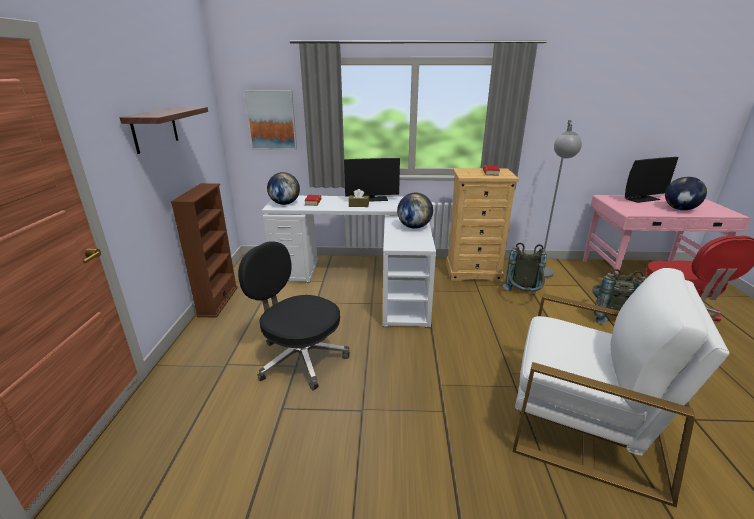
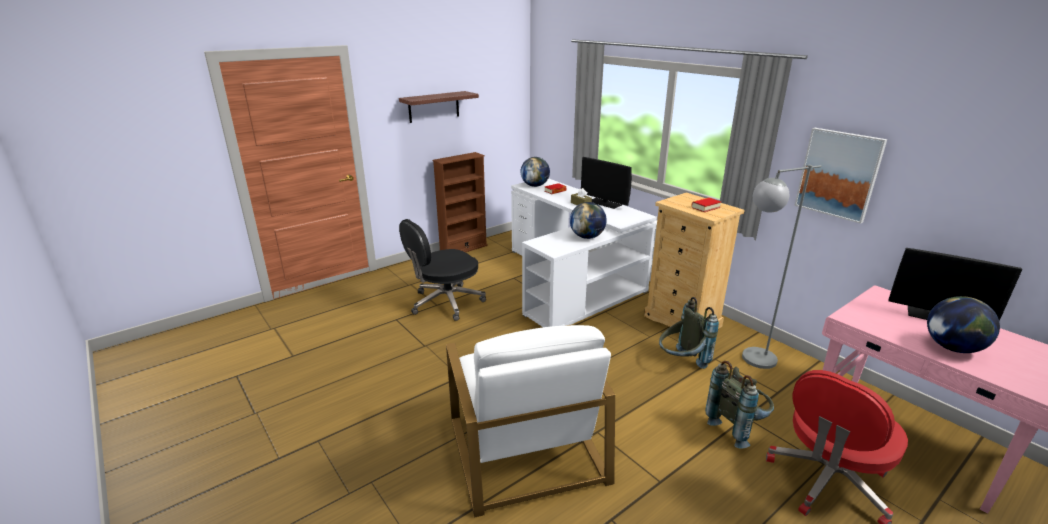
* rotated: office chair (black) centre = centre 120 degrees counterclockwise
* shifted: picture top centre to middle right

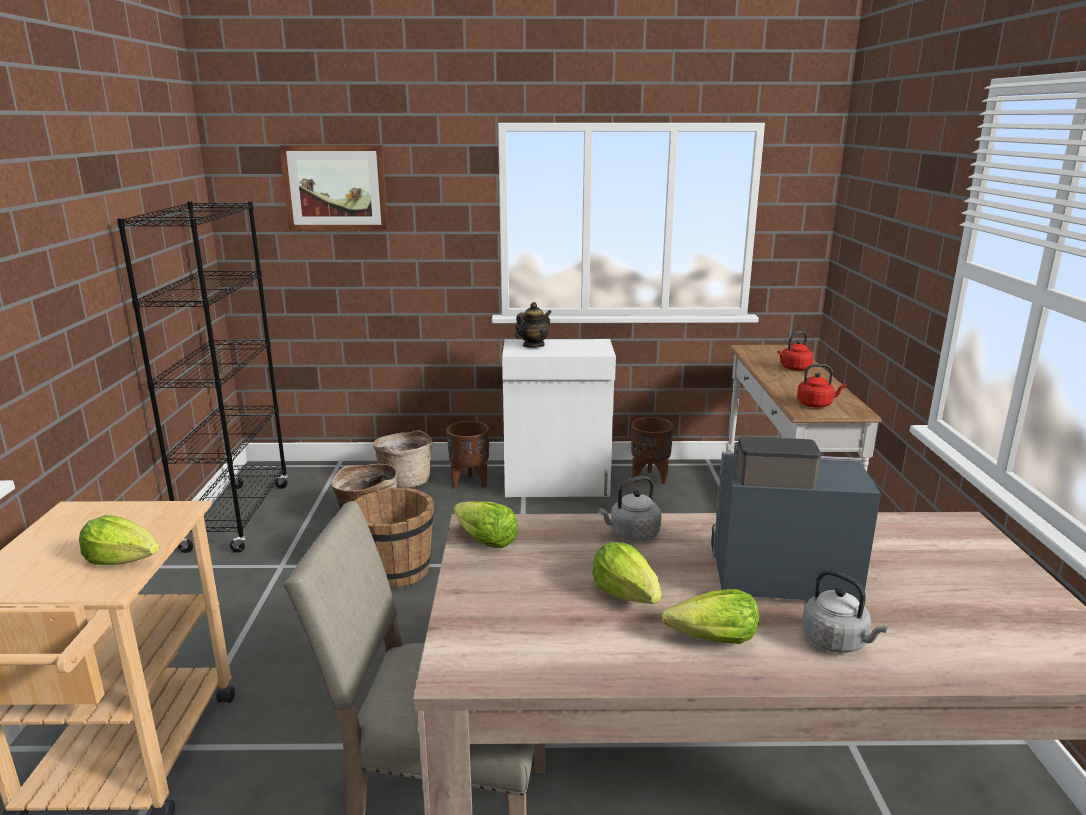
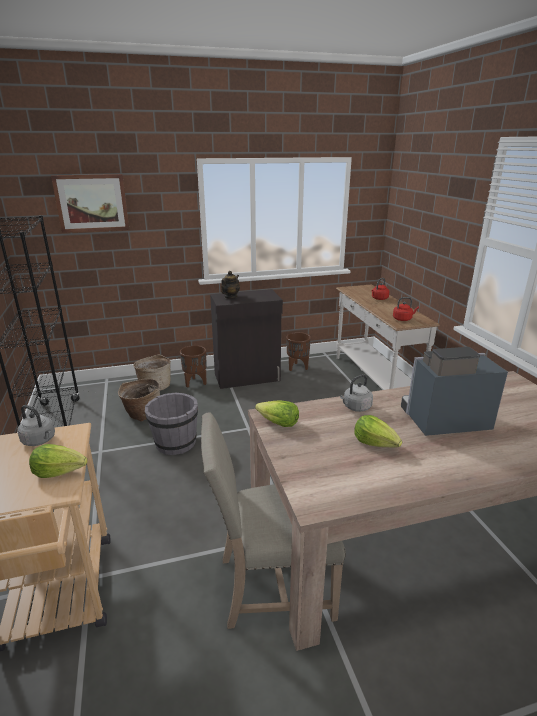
* repainted: bucket (brown) centre to bucket (grey) middle left
* repainted: cabinet (white) centre to cabinet (black) centre
* gone: lettuce (no. 4 from left) bottom centre
* shifted: kettle (grey) (no. 2 from left in the first image) bottom right to kettle (grey) (no. 1 from left) middle left

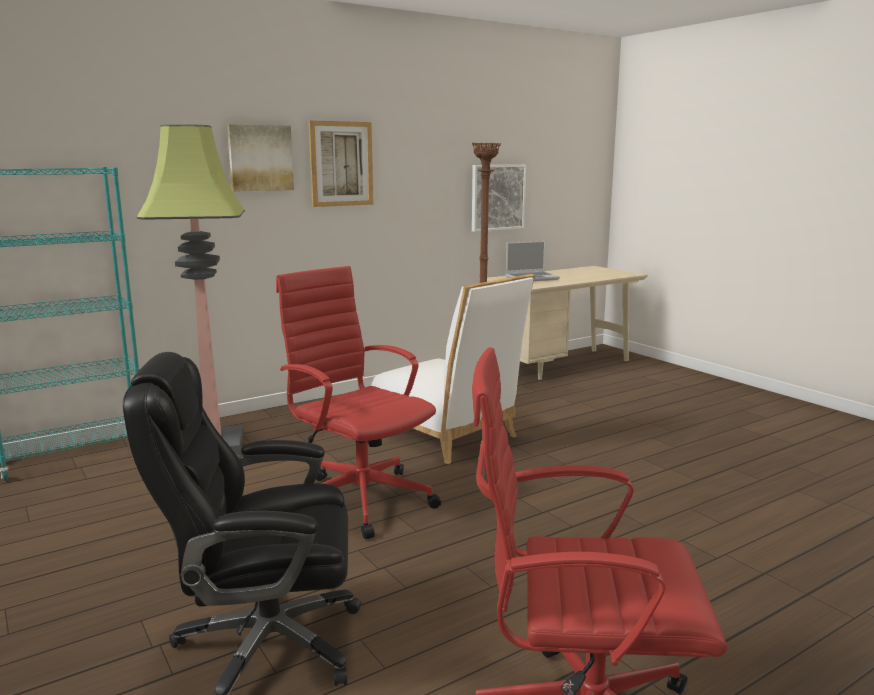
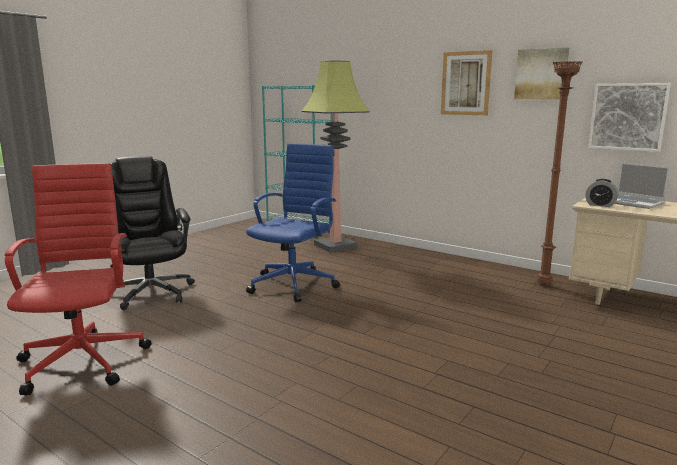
* shifted: picture (no. 1 from left in the first image) top left to picture (no. 2 from left) top right
* repainted: office chair (red) (no. 1 from left) centre to office chair (blue) centre
* gone: chair (white) centre
* new: alarm clock middle right

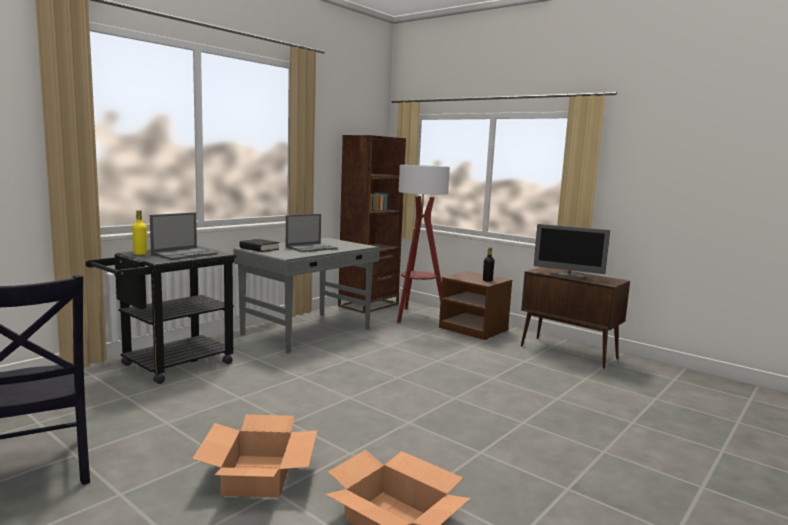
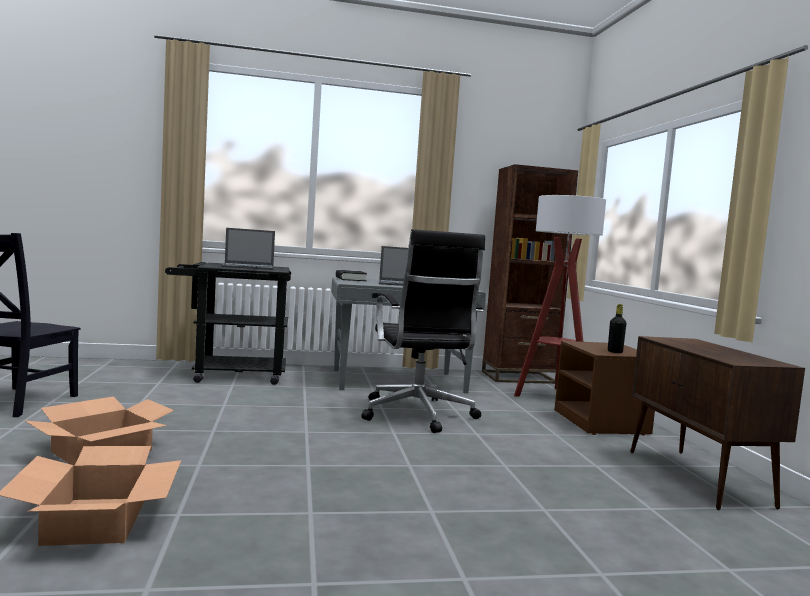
* gone: bottle (yellow) middle left
* gone: monitor middle right
* new: office chair (black) centre

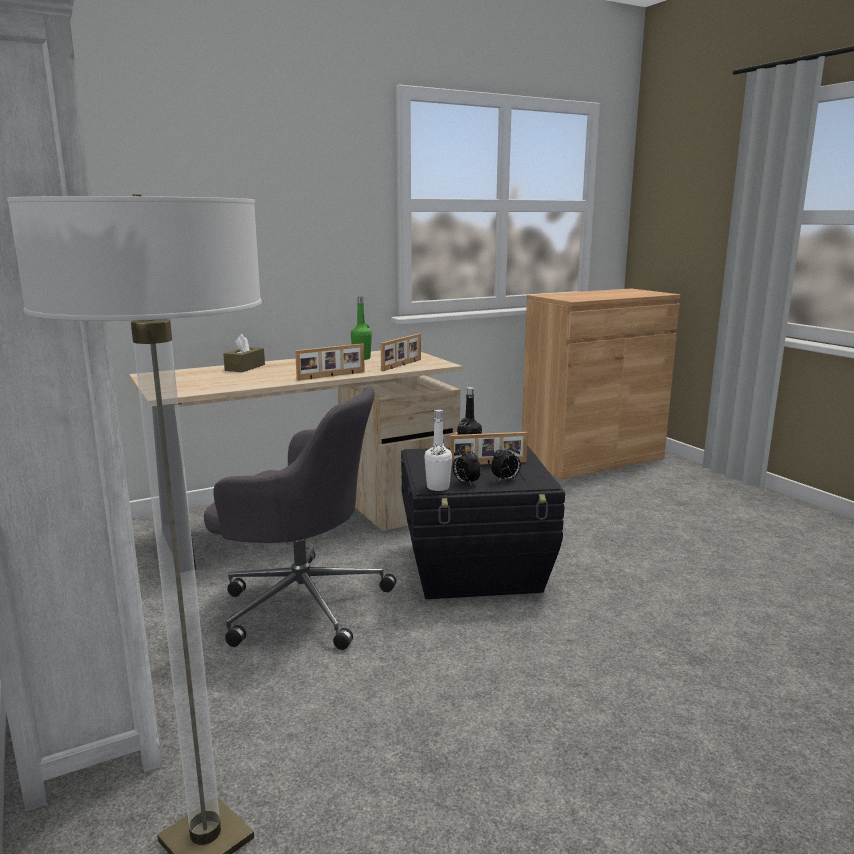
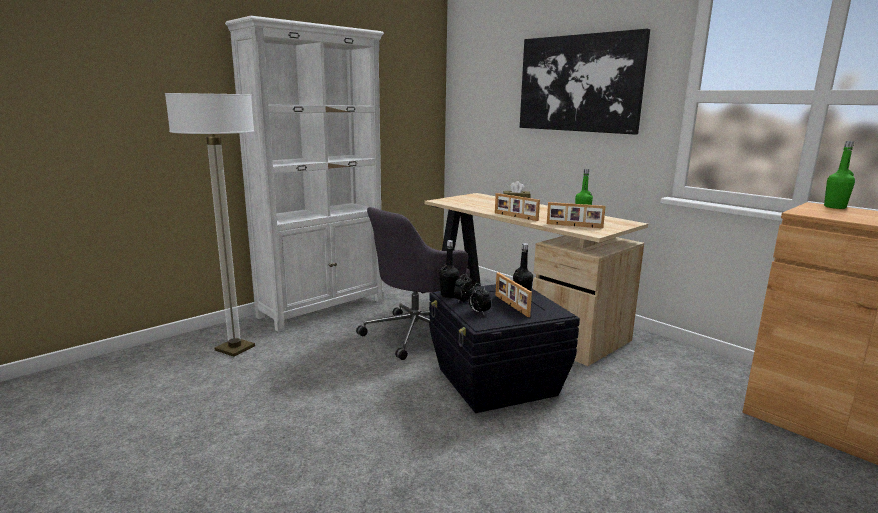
* rotated: office chair (grey) centre = centre 45 degrees clockwise
* repainted: bottle (white) centre to bottle (black) (no. 1 from left) centre
* new: picture top centre
* new: bottle (green) (no. 2 from left) middle right

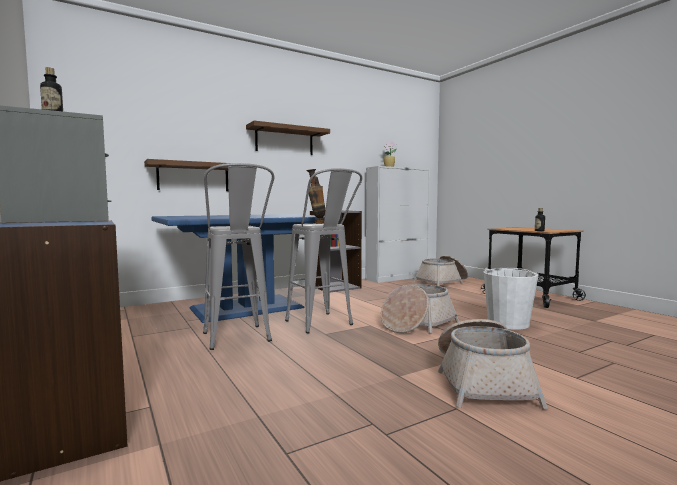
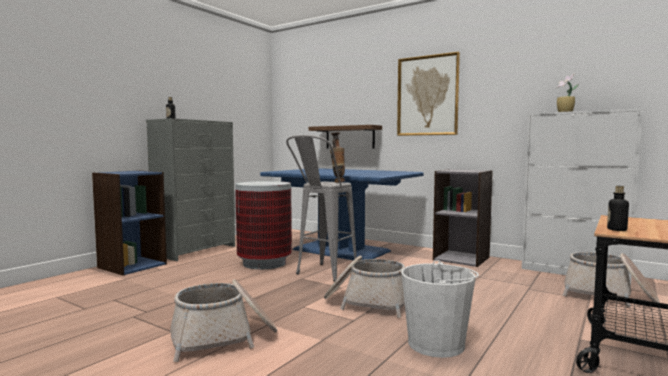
* swapped: stool (grey) (no. 1 from left) centre to trash can centre
* swapped: shelf (no. 2 from left) top centre to picture top centre

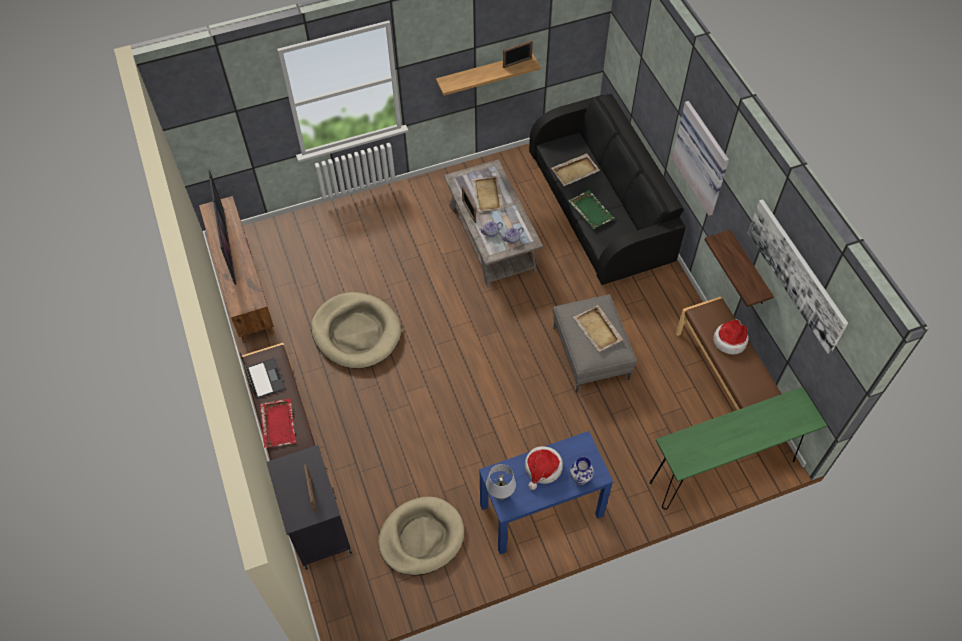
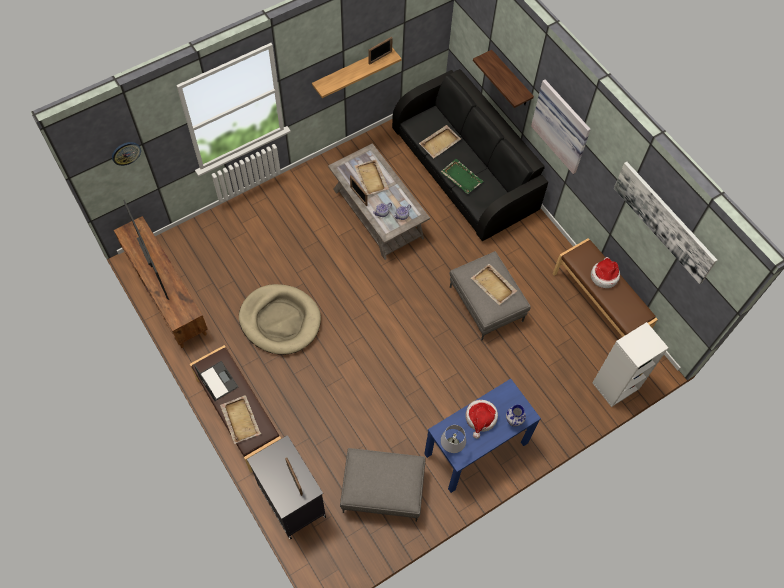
* repainted: tray (red) middle left to tray (beige) (no. 1 from left) bottom left
* swapped: dog bed (beige) (no. 2 from left) bottom centre to ottoman (grey) (no. 1 from left) bottom centre
* swapped: console table (green) bottom right to bookcase (white) middle right
* shifted: shelf (no. 2 from left) middle right to top centre
* new: wall clock top left

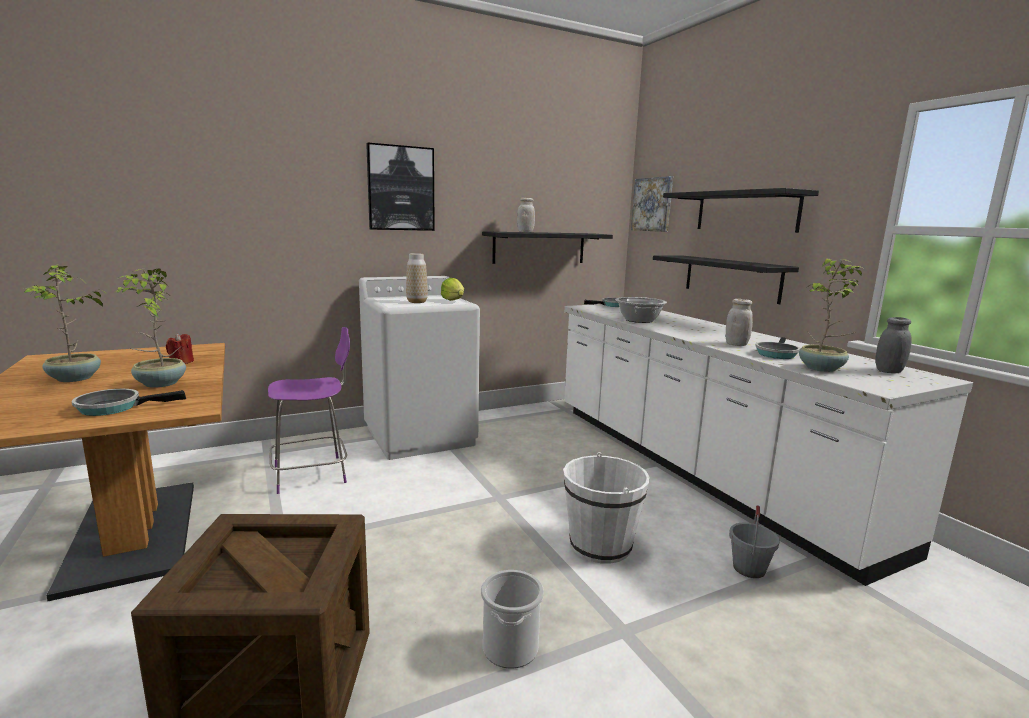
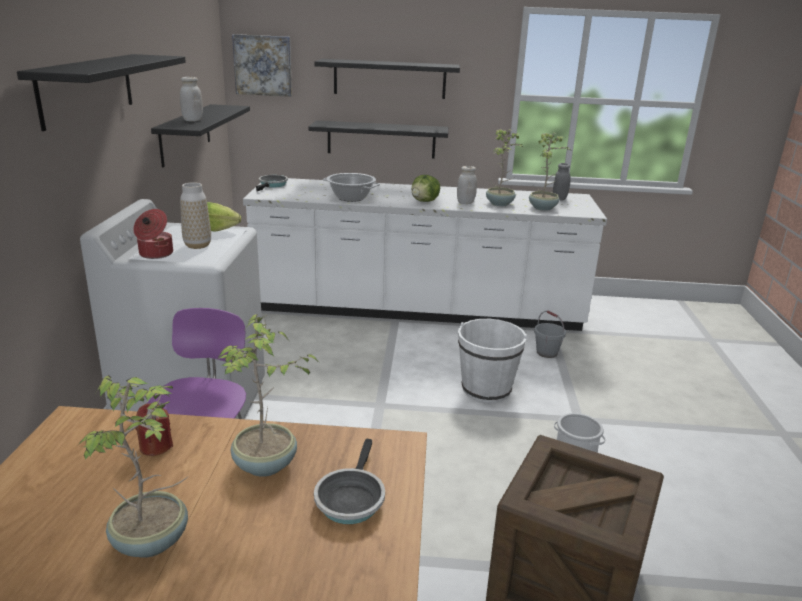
* swapped: picture (no. 1 from left) top centre to shelf (black) (no. 1 from left) top left
* swapped: frying pan (no. 3 from left) middle right to potted plant (no. 3 from left) top centre
* new: cooking pot (no. 1 from left) middle left
* new: lettuce (no. 2 from left) top centre

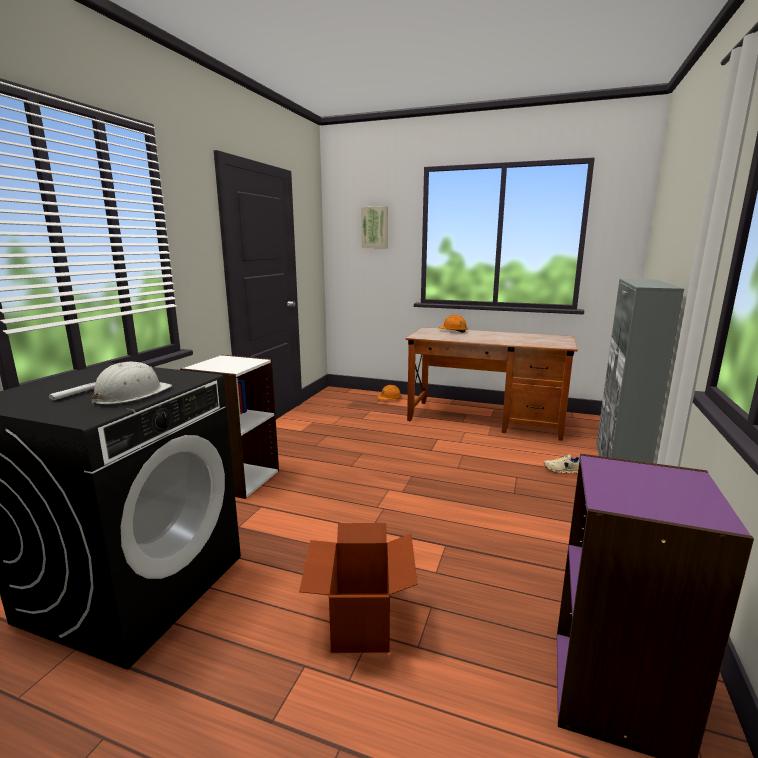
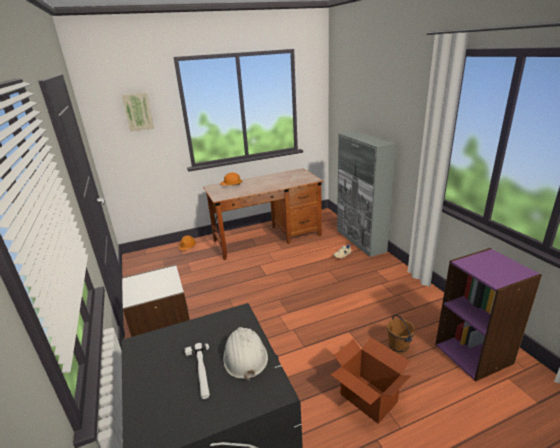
* new: bucket (brown) bottom right

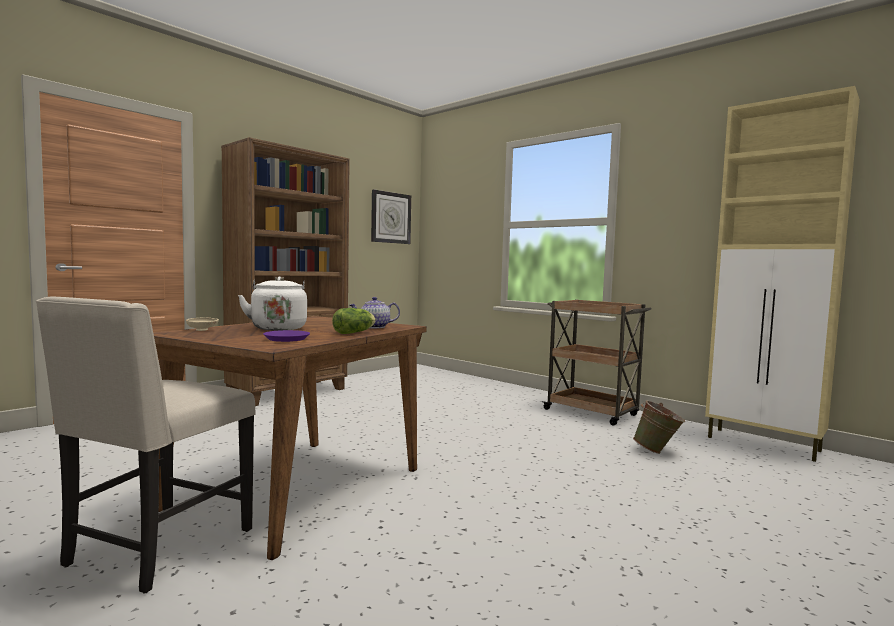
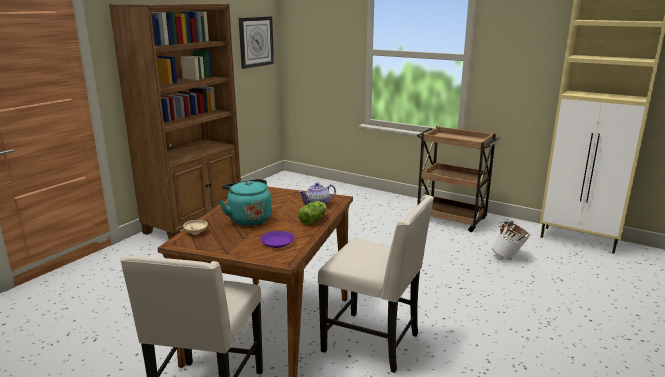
* repainted: kettle (white) middle left to kettle (turquoise) centre
* repainted: bucket (green) bottom right to bucket (white) middle right
* new: chair (beige) (no. 2 from left) bottom centre

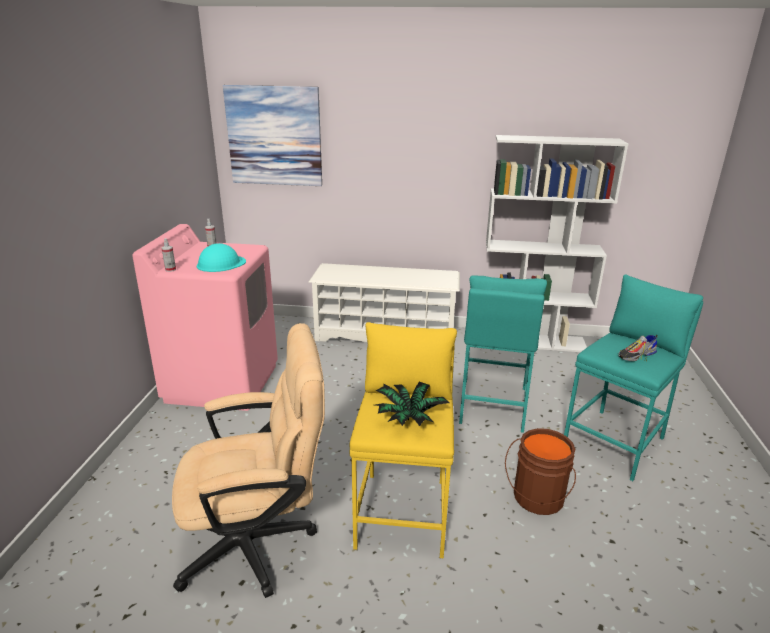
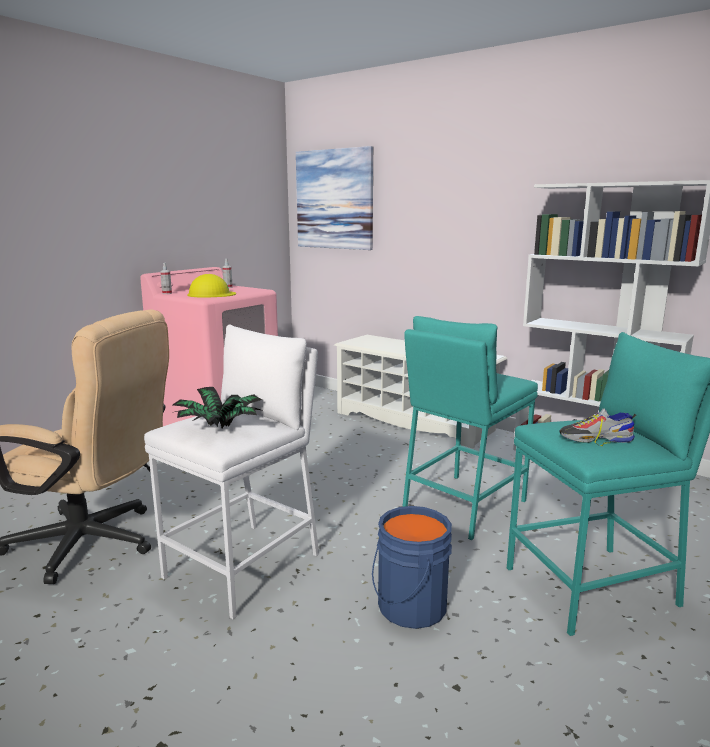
* repainted: hard hat (turquoise) middle left to hard hat (yellow) middle left
* repainted: stool (yellow) bottom centre to stool (white) middle left
* repainted: bucket (brown) bottom right to bucket (blue) bottom centre

